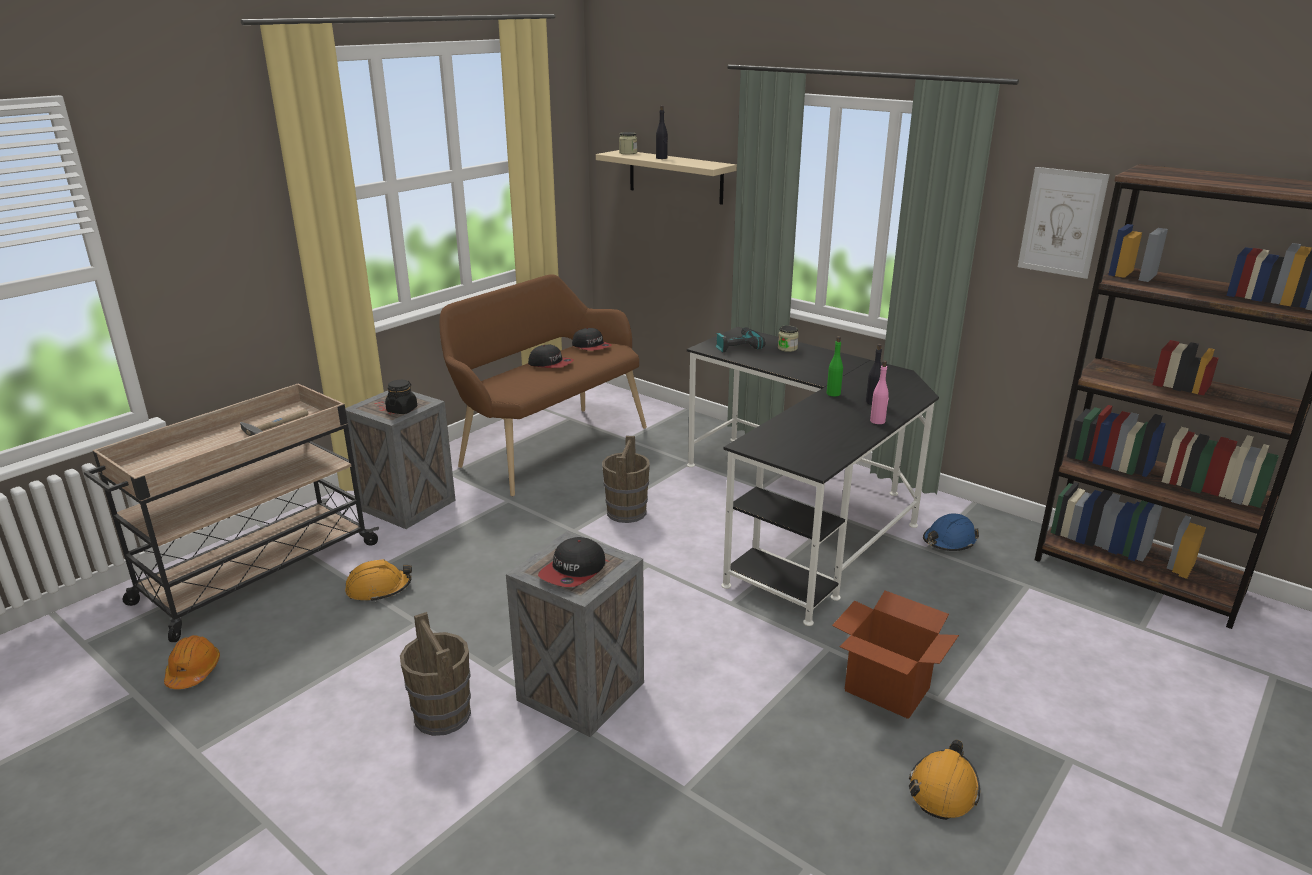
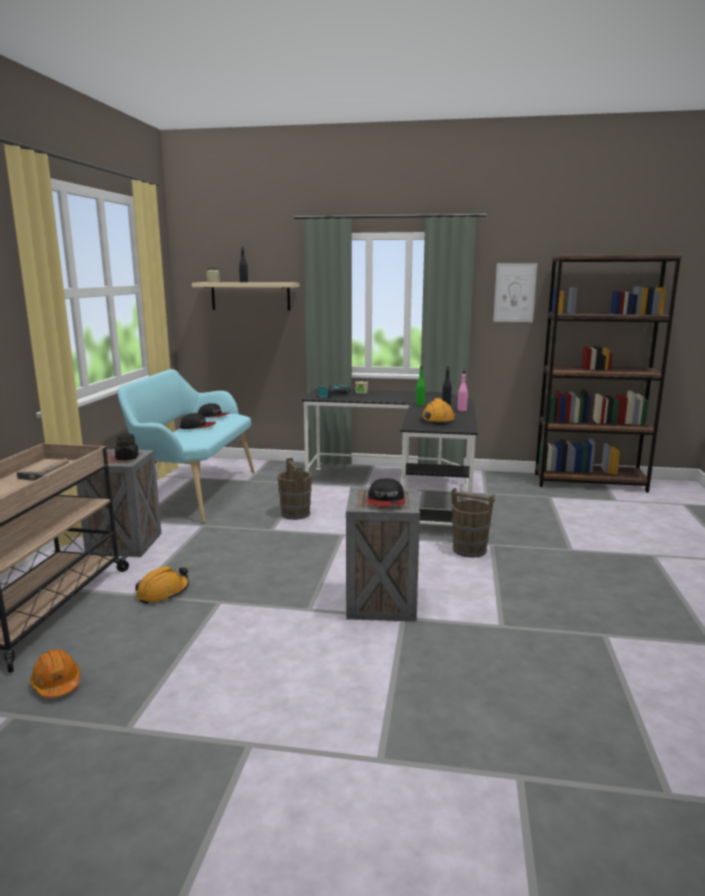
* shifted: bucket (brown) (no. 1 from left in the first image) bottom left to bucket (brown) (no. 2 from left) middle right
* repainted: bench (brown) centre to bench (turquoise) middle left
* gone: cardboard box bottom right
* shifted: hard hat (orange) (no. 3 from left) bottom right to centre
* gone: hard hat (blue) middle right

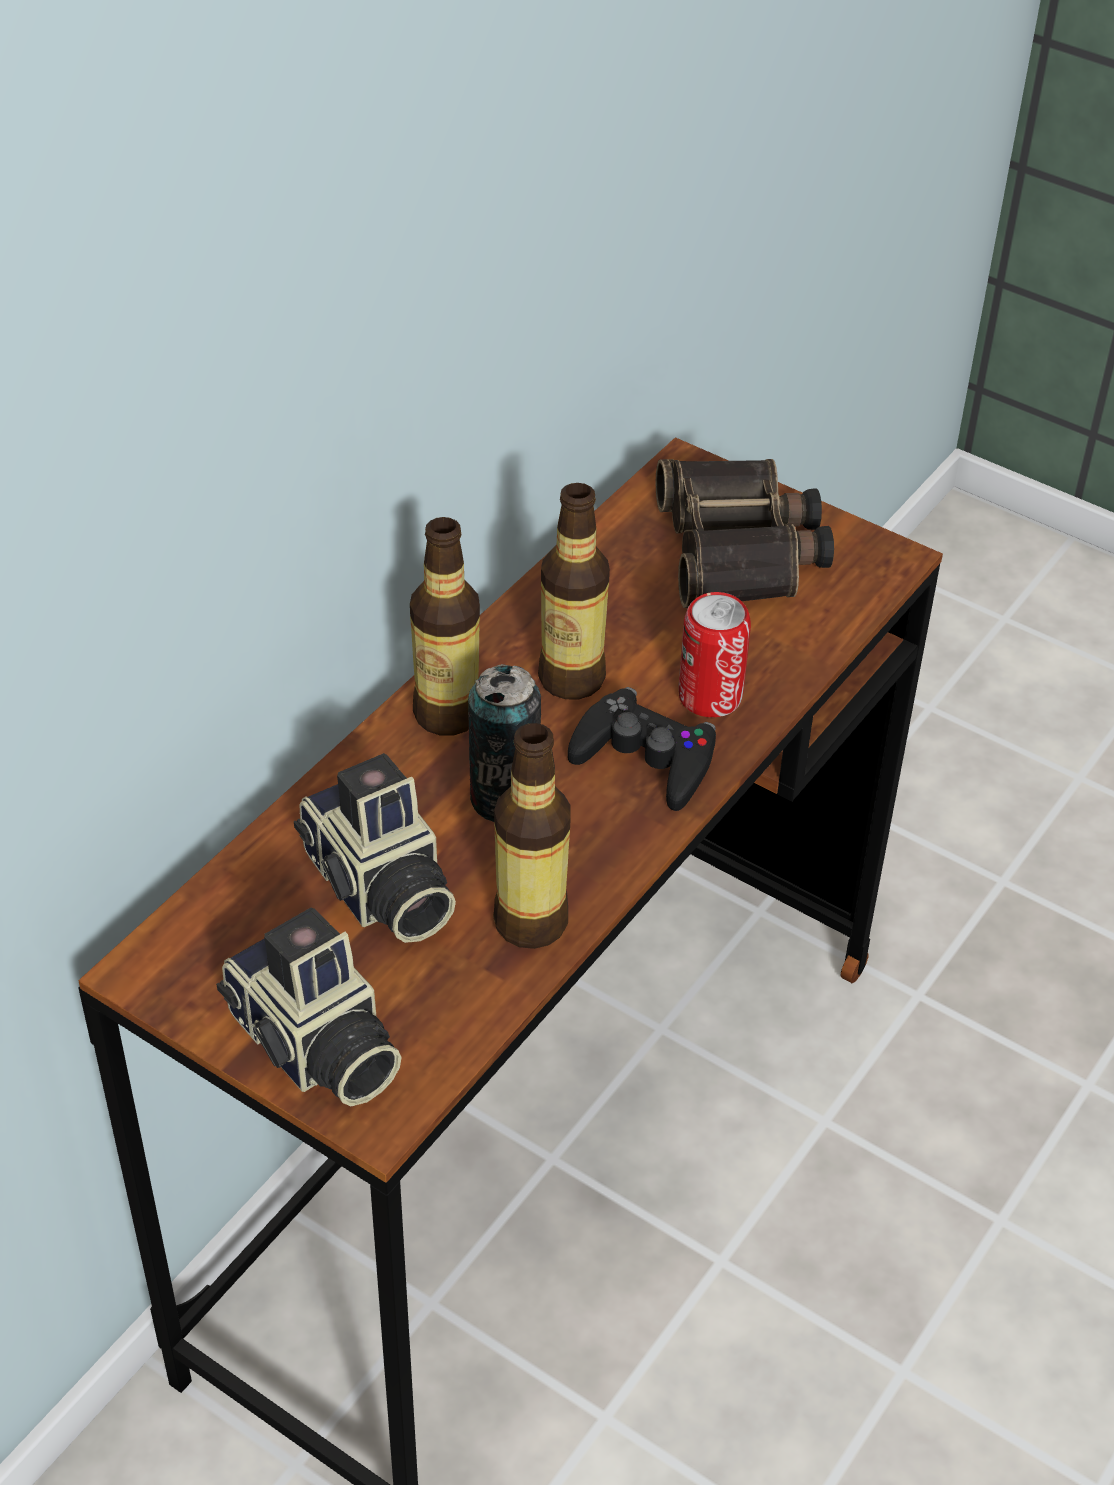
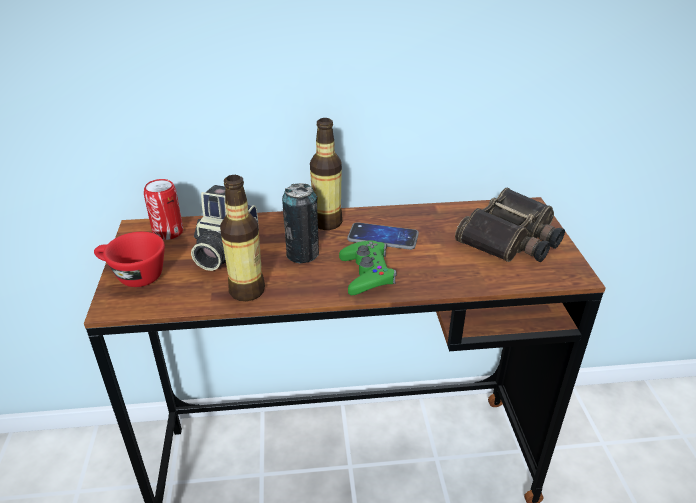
* swapped: photo camera (no. 1 from left) bottom left to cup (red) middle left
* swapped: bottle (no. 3 from left) centre to phone centre
* repainted: game controller (black) centre to game controller (green) centre
* shifted: can (no. 2 from left in the first image) centre to can (no. 1 from left) middle left

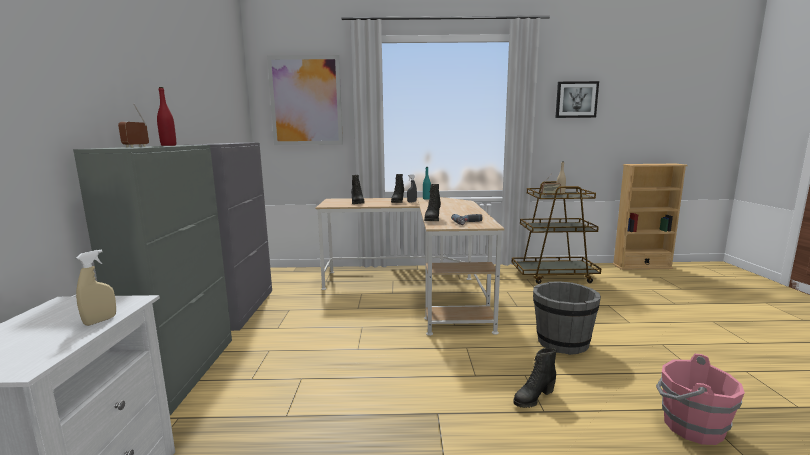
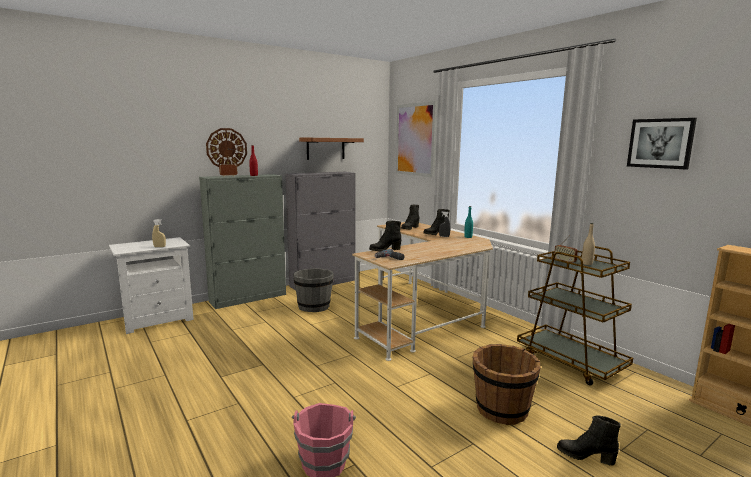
* shifted: boot (black) (no. 4 from left) bottom centre to bottom right
* shifted: bucket (grey) bottom right to centre
* new: wall clock top left
* new: shelf top centre
* new: bucket (brown) bottom right

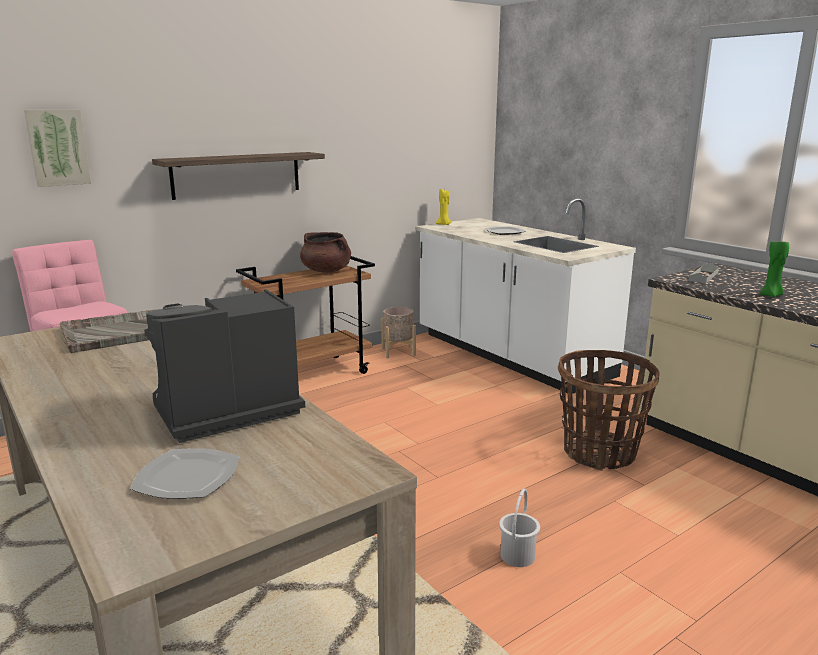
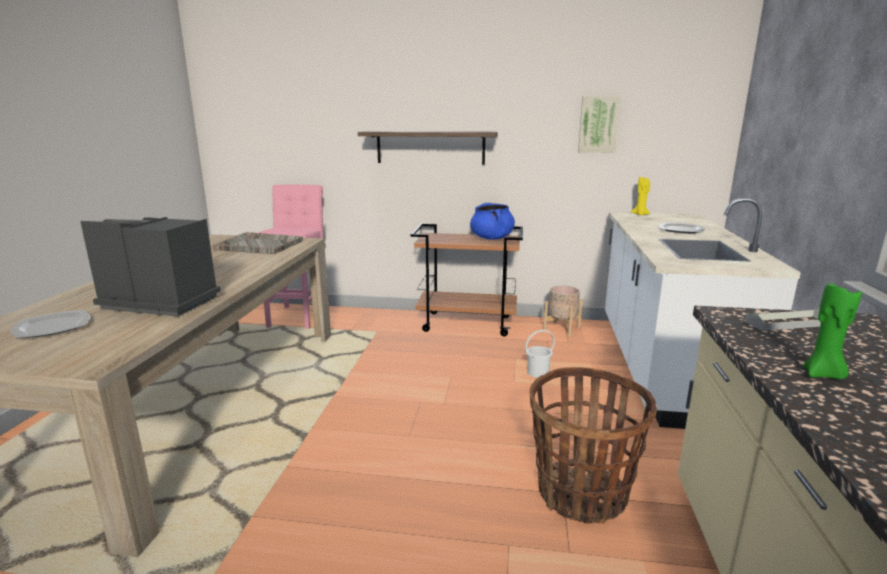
* shifted: picture top left to top right
* repainted: cooking pot (brown) centre to cooking pot (blue) centre
* shifted: bucket (white) bottom centre to centre

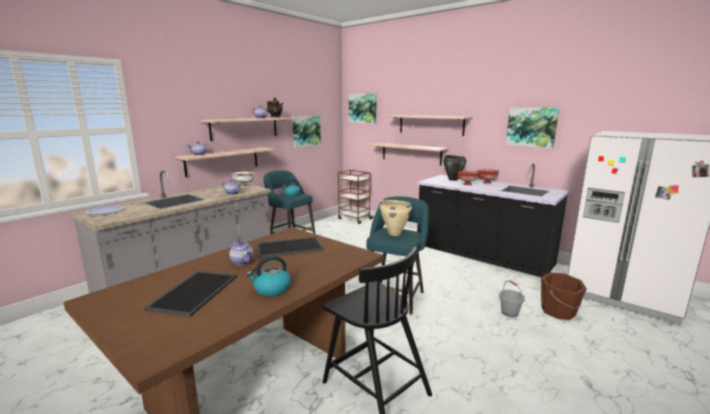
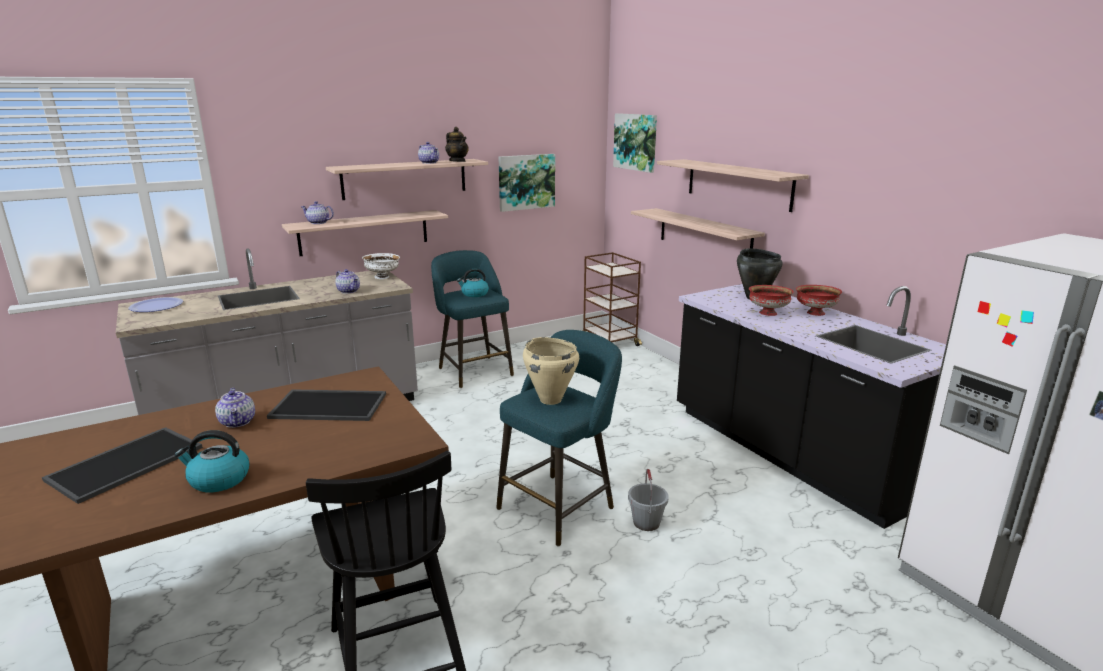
* shifted: bucket (grey) bottom right to bottom centre
* gone: picture (no. 3 from left) top right
* gone: bucket (brown) bottom right

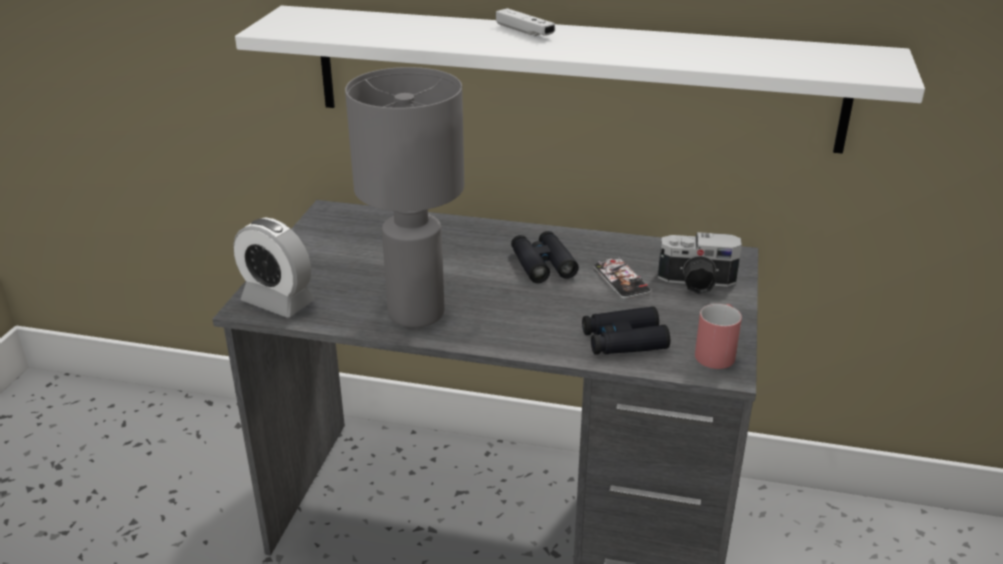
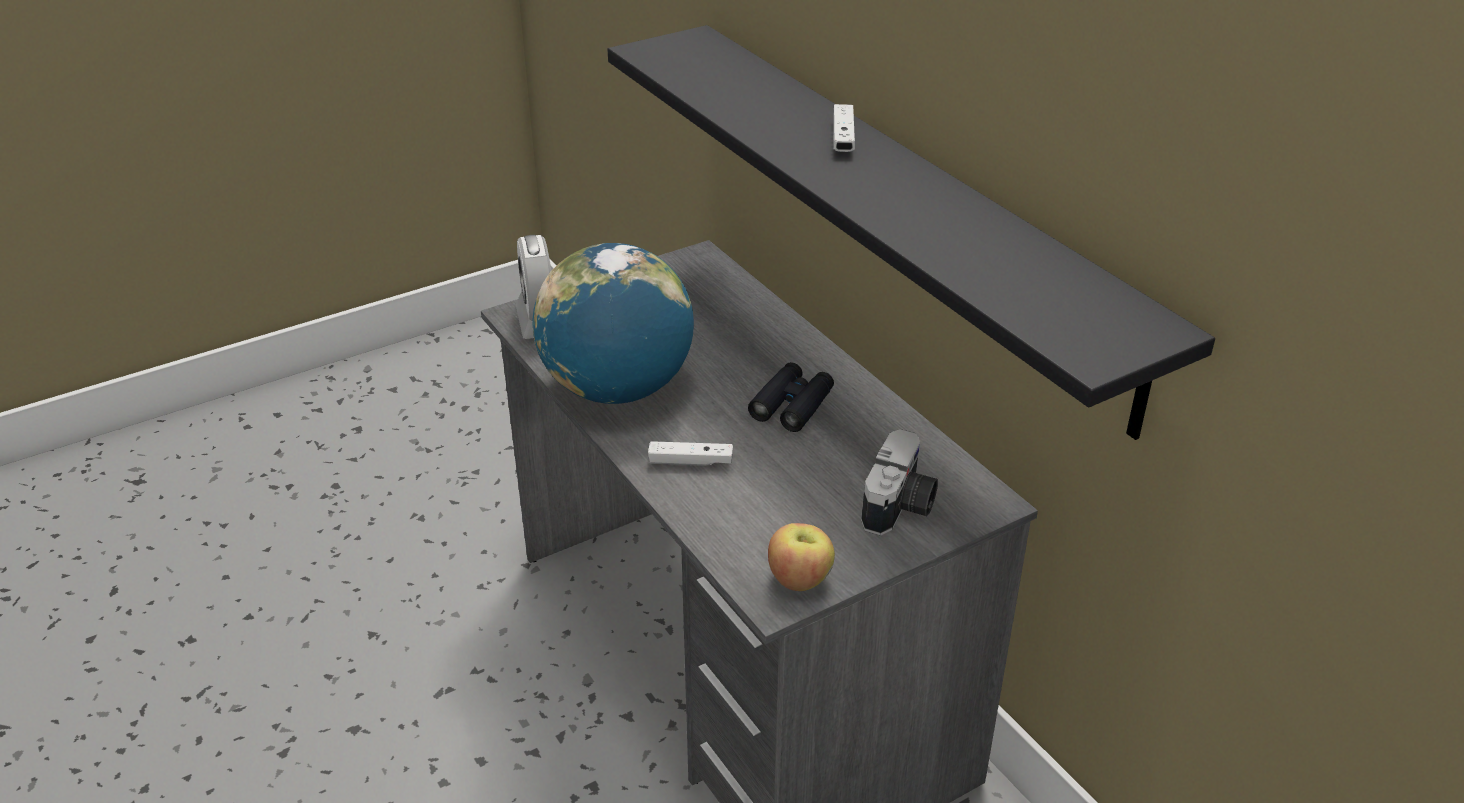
* repainted: shelf (white) top centre to shelf (black) top centre
* swapped: table lamp (grey) centre to globe centre
* gone: binoculars (black) (no. 2 from left) centre
* gone: phone centre
* rotated: photo camera middle right = centre 120 degrees counterclockwise
* swapped: mug (red) middle right to apple bottom centre
* new: game controller (white) (no. 1 from left) centre

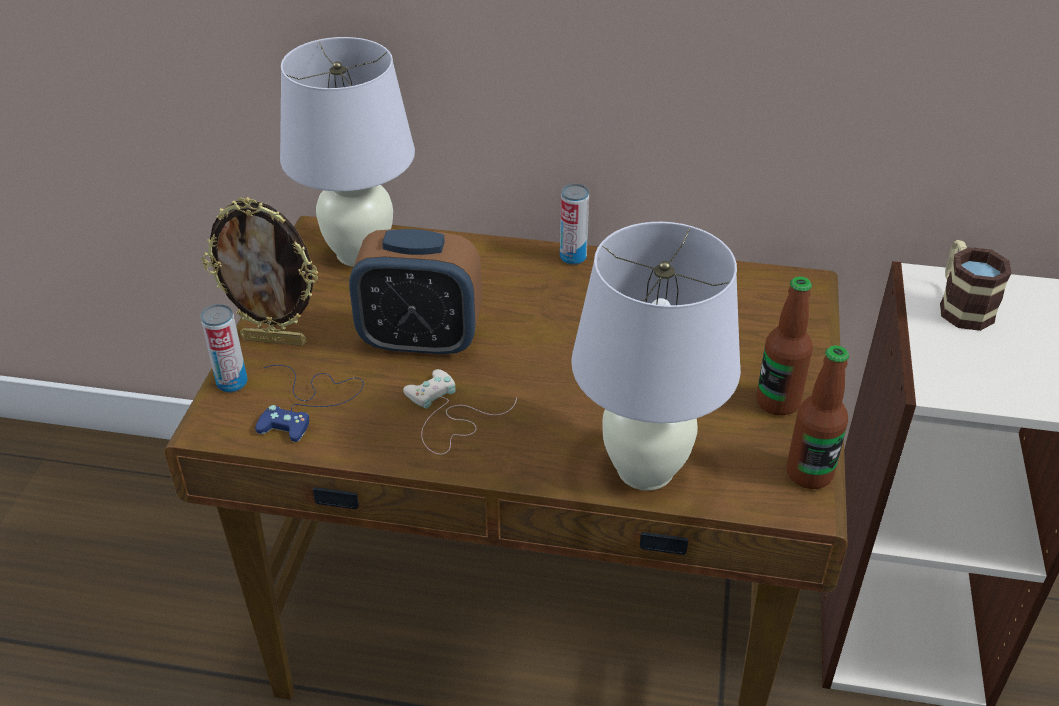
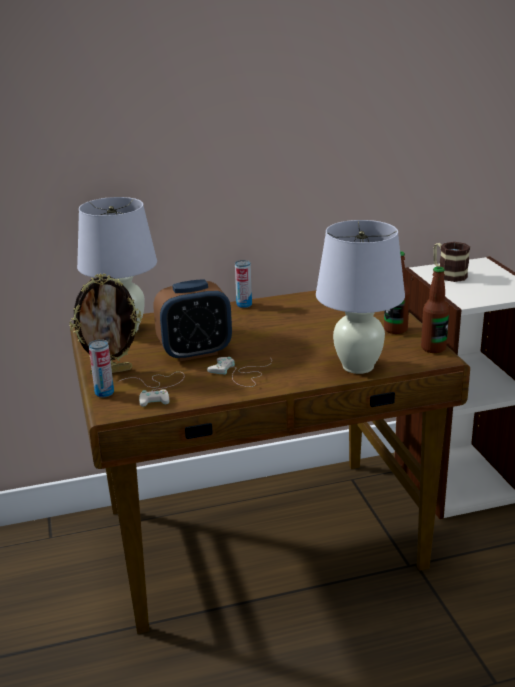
* repainted: game controller (blue) middle left to game controller (white) (no. 1 from left) middle left

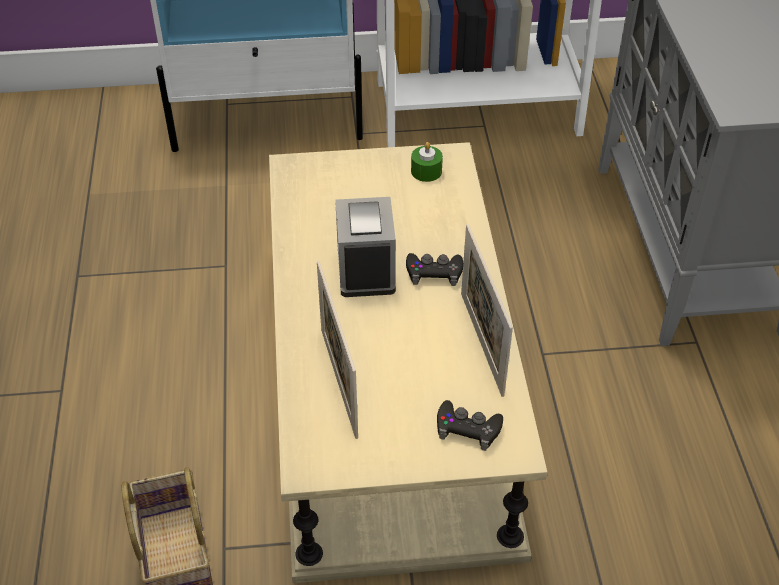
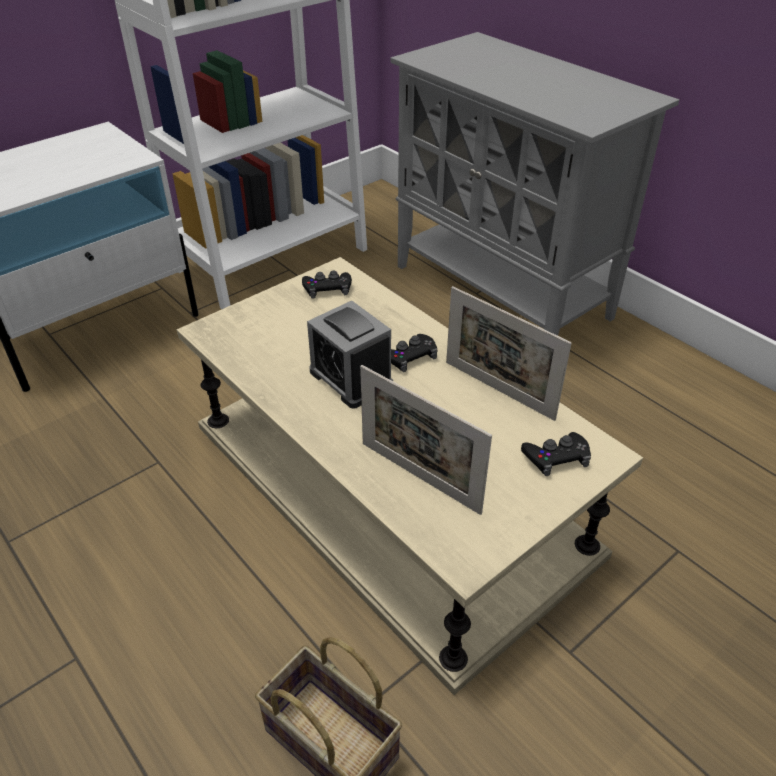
* swapped: candle (green) top centre to game controller (black) (no. 1 from left) centre

